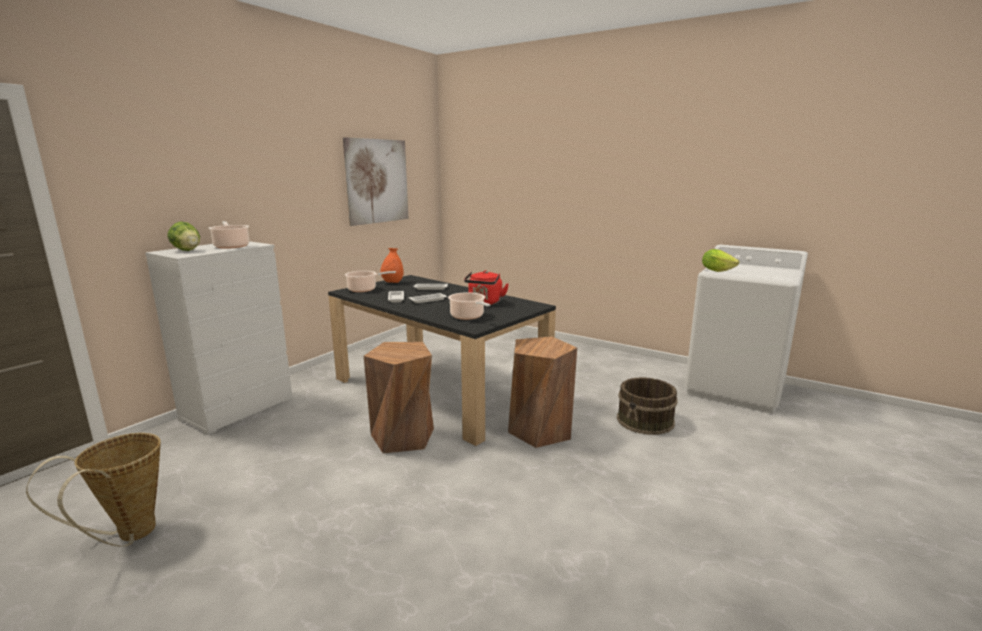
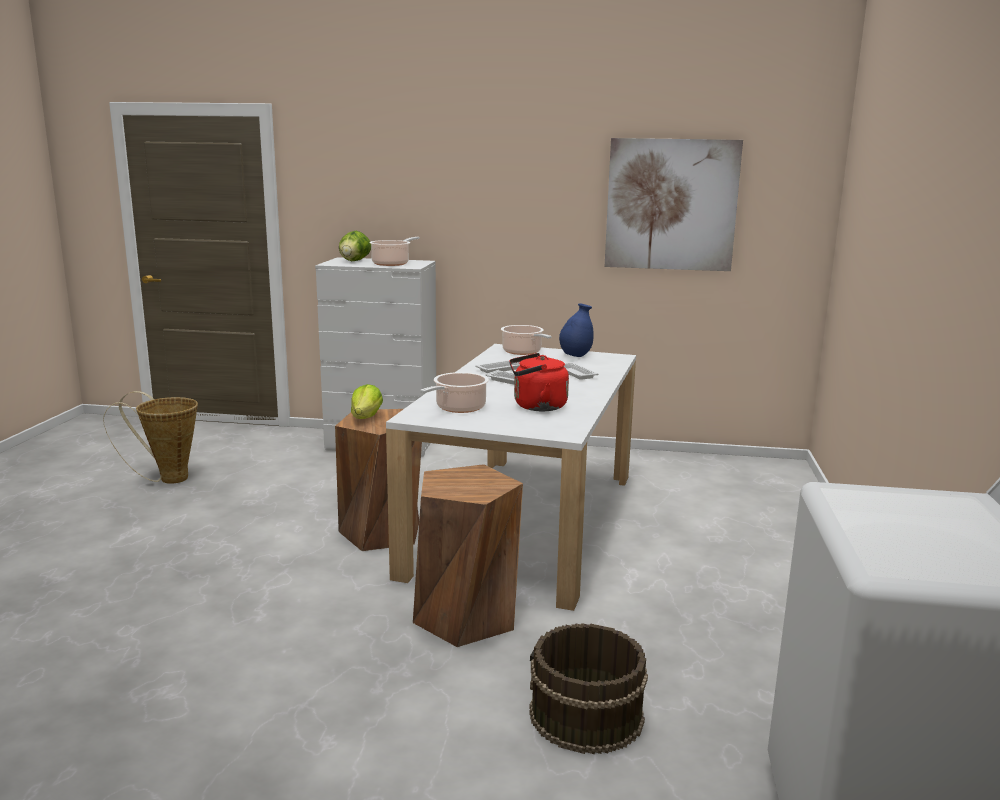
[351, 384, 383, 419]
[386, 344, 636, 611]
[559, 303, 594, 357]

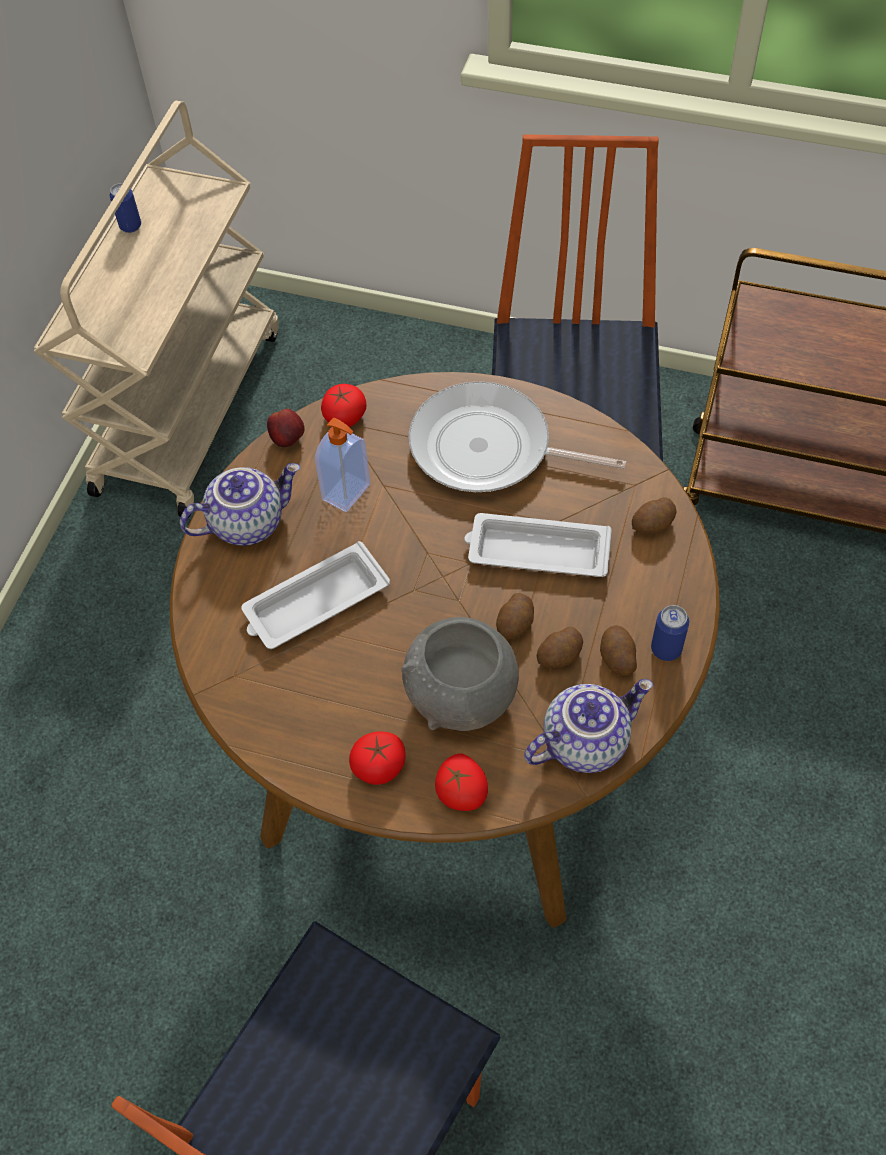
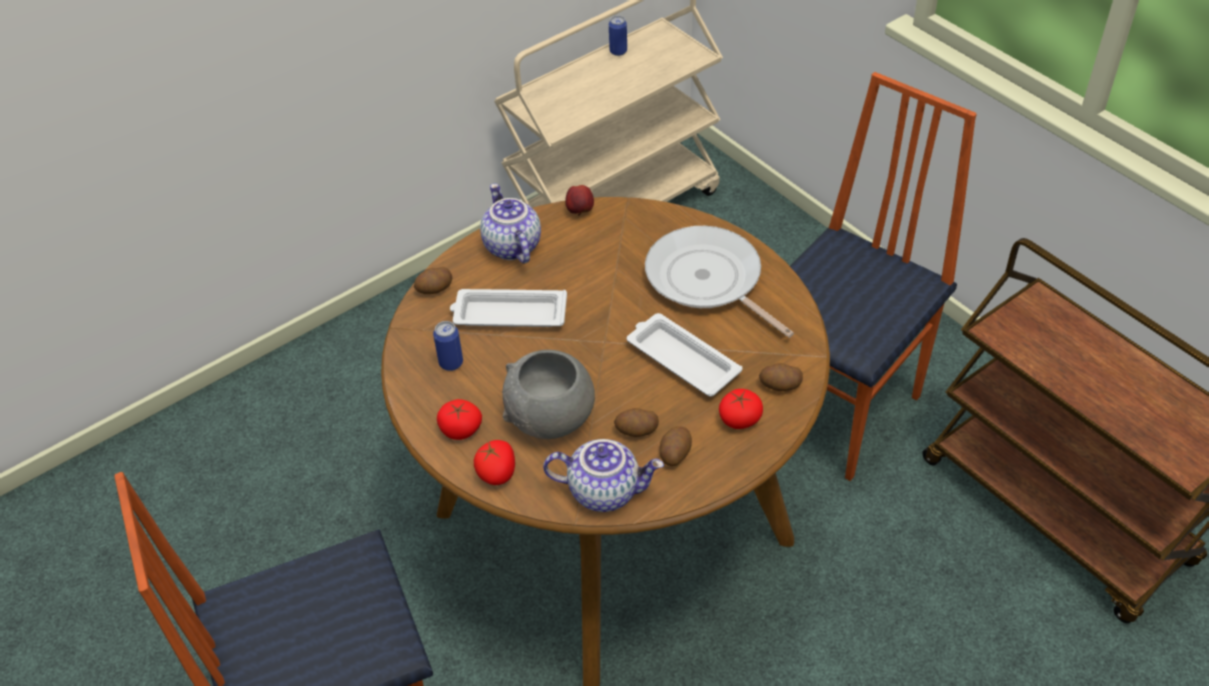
[315, 417, 370, 512] (first image)
[719, 389, 763, 429]
[414, 267, 452, 294]
[433, 321, 463, 371]
[480, 183, 541, 264]

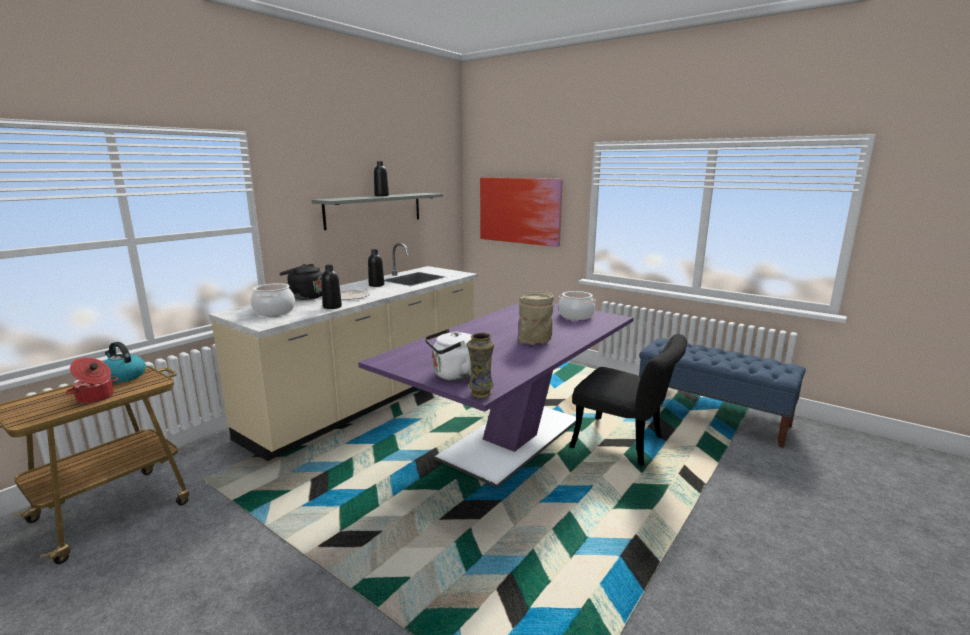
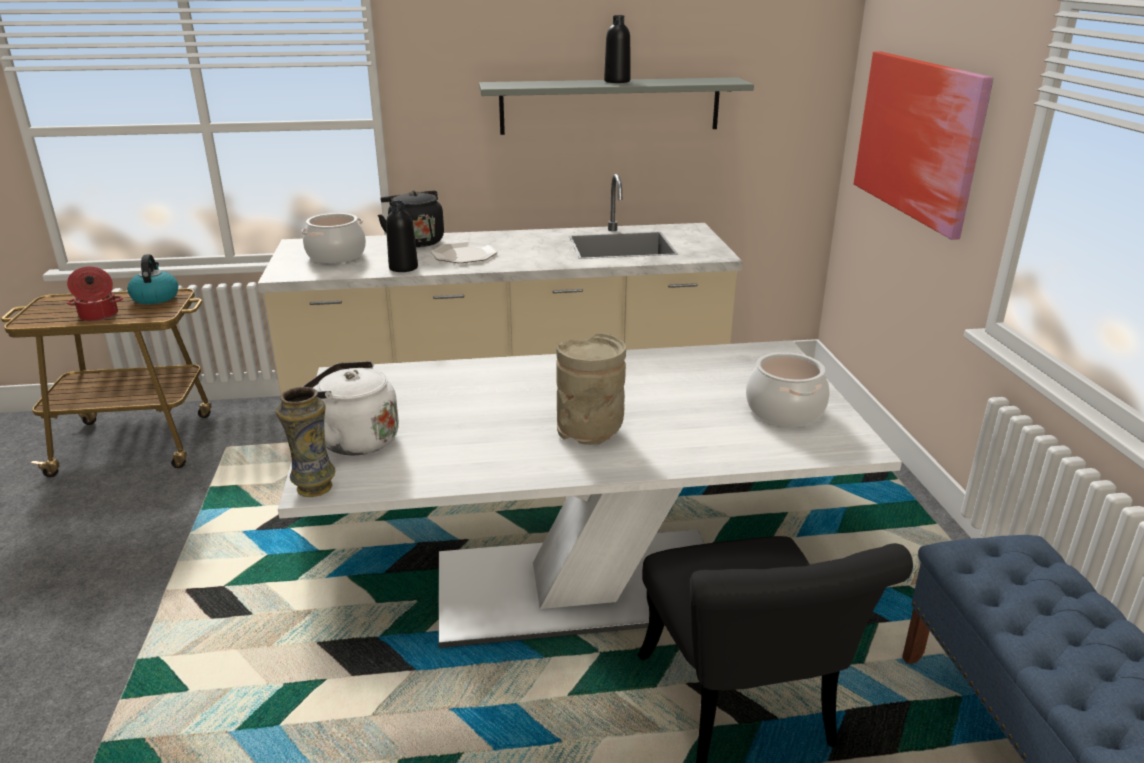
[368, 249, 384, 287] (first image)
[278, 340, 902, 648]

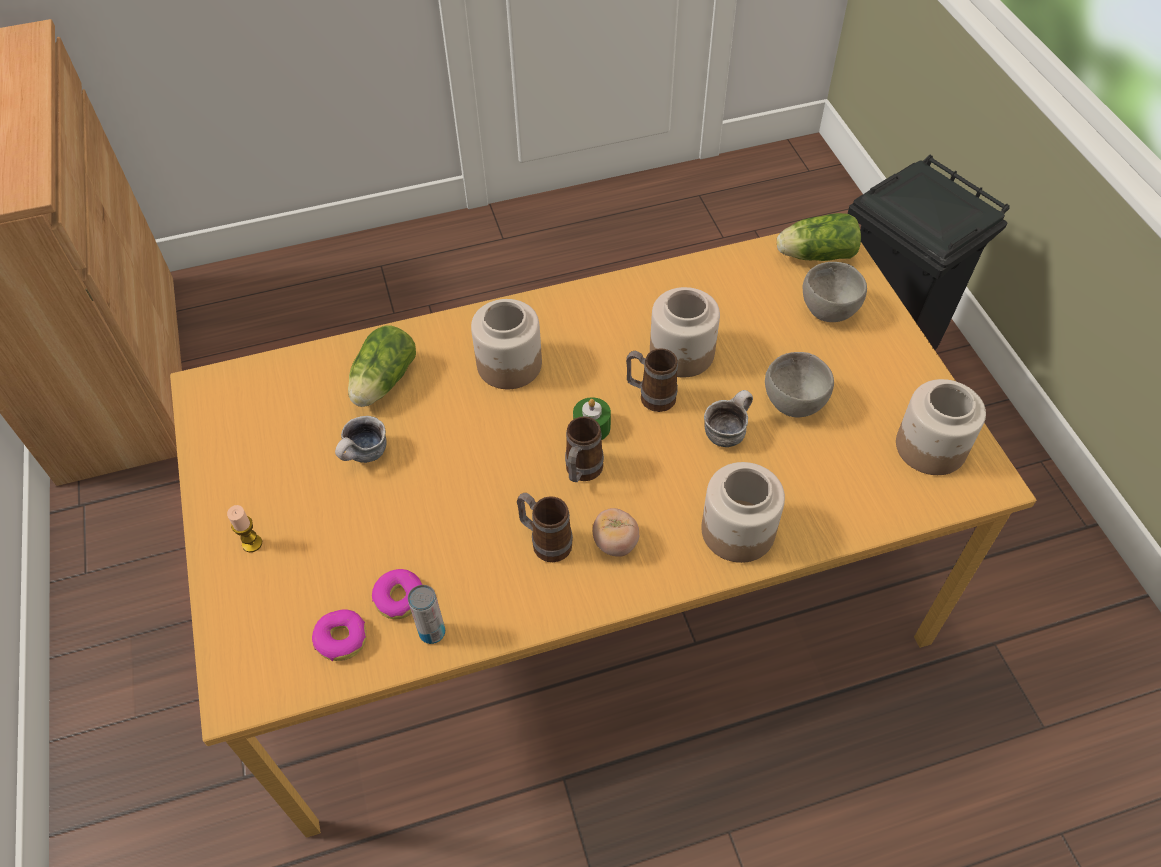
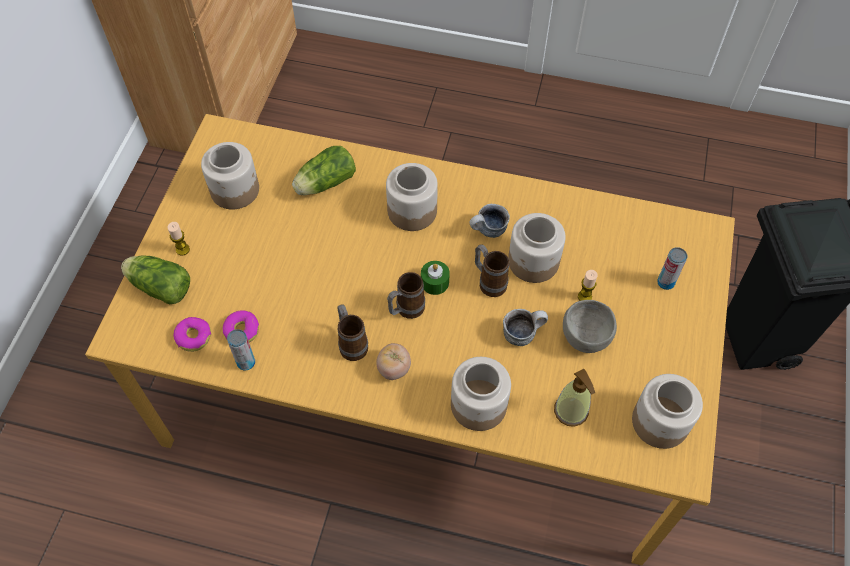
[201, 142, 259, 210]
[554, 369, 595, 427]
[578, 270, 598, 301]
[470, 204, 510, 238]
[121, 255, 190, 304]
[657, 247, 687, 290]

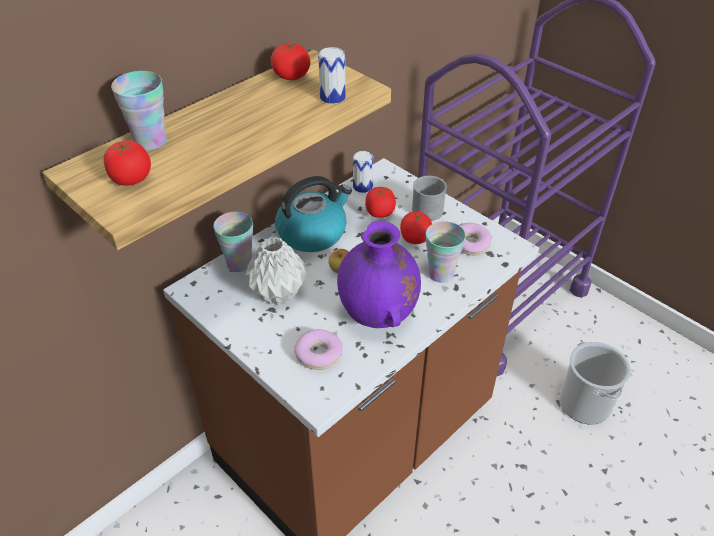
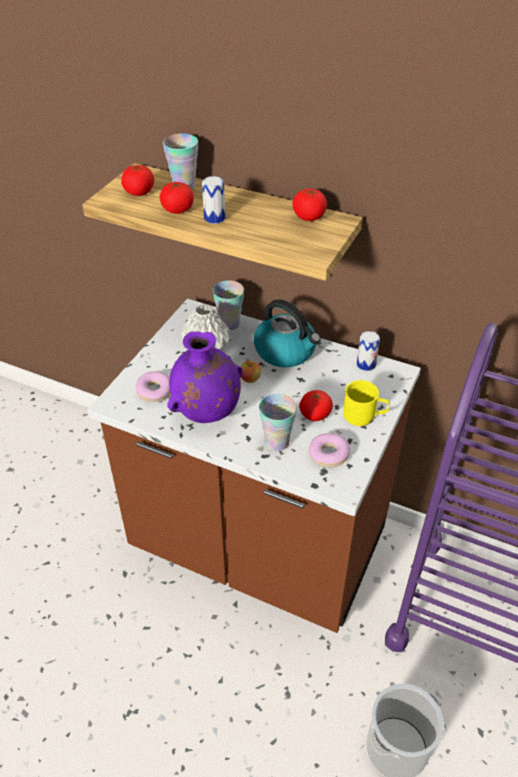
[202, 176, 225, 224]
[160, 182, 194, 214]
[343, 380, 390, 426]

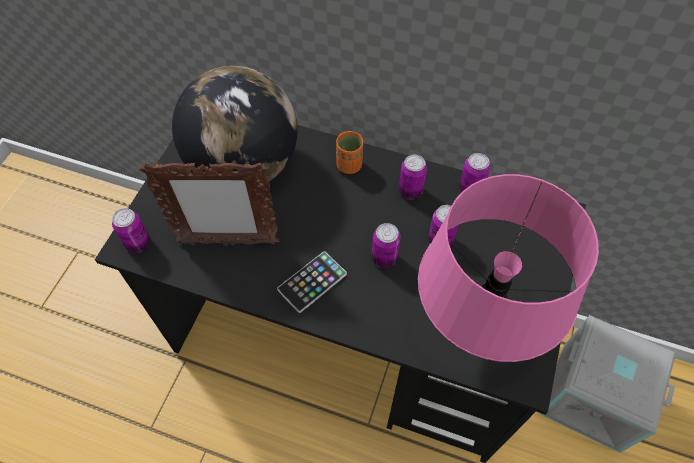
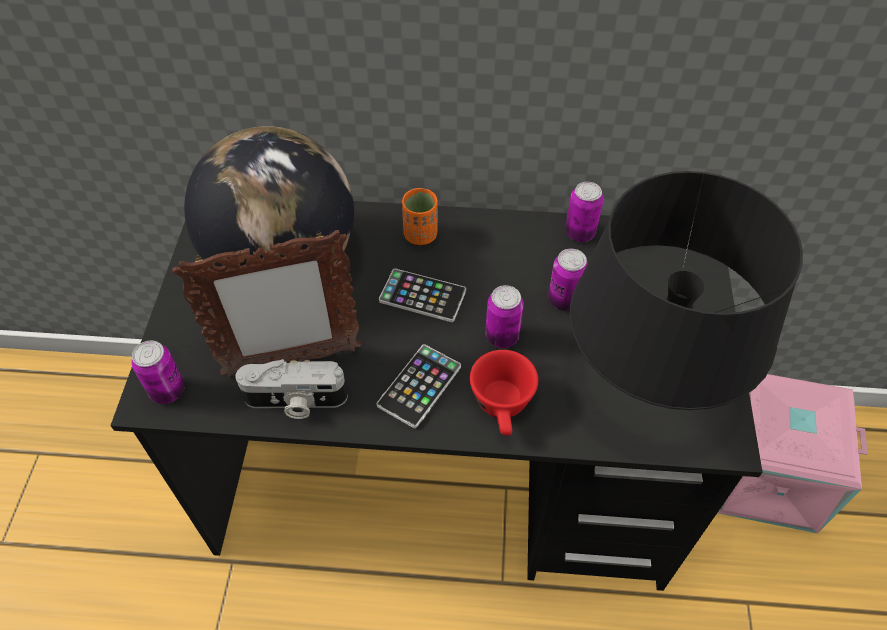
[399, 155, 427, 199] (first image)
[235, 359, 348, 419]
[379, 269, 466, 322]
[470, 350, 538, 436]
[570, 171, 803, 410]
[718, 374, 868, 533]

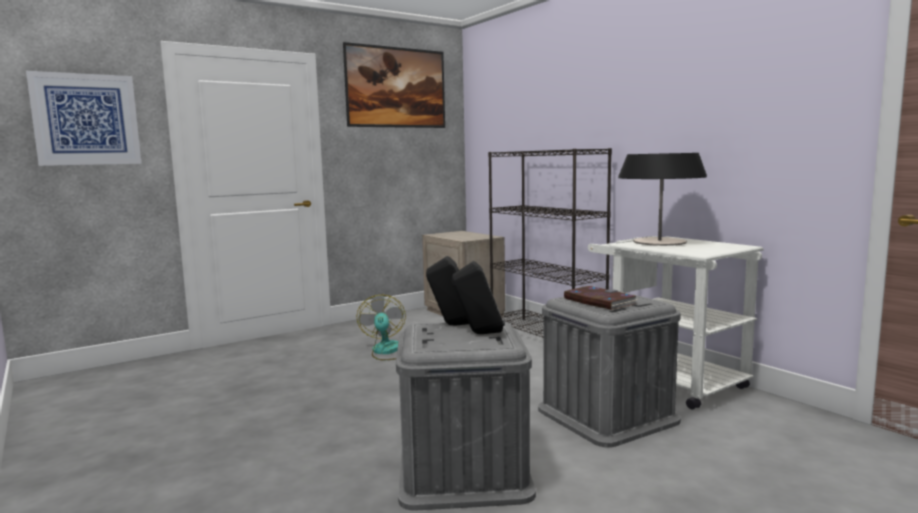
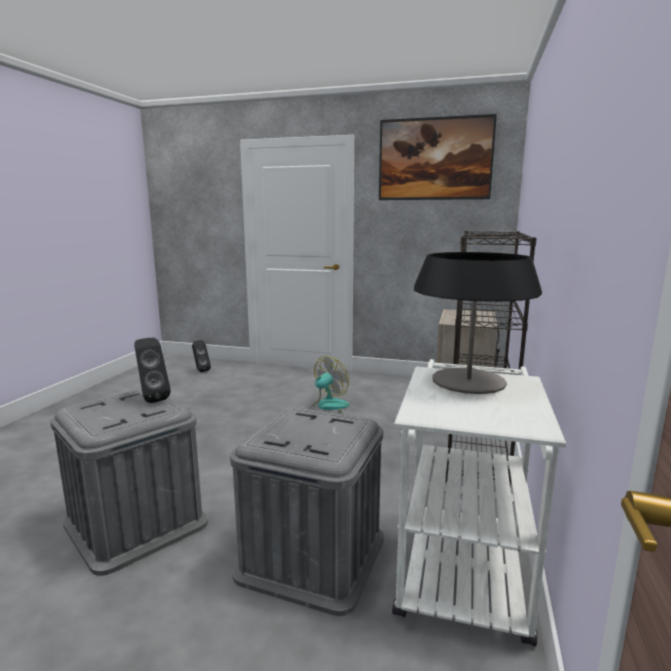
[26, 71, 141, 166] (first image)
[564, 286, 638, 310] (first image)
[192, 340, 211, 372]

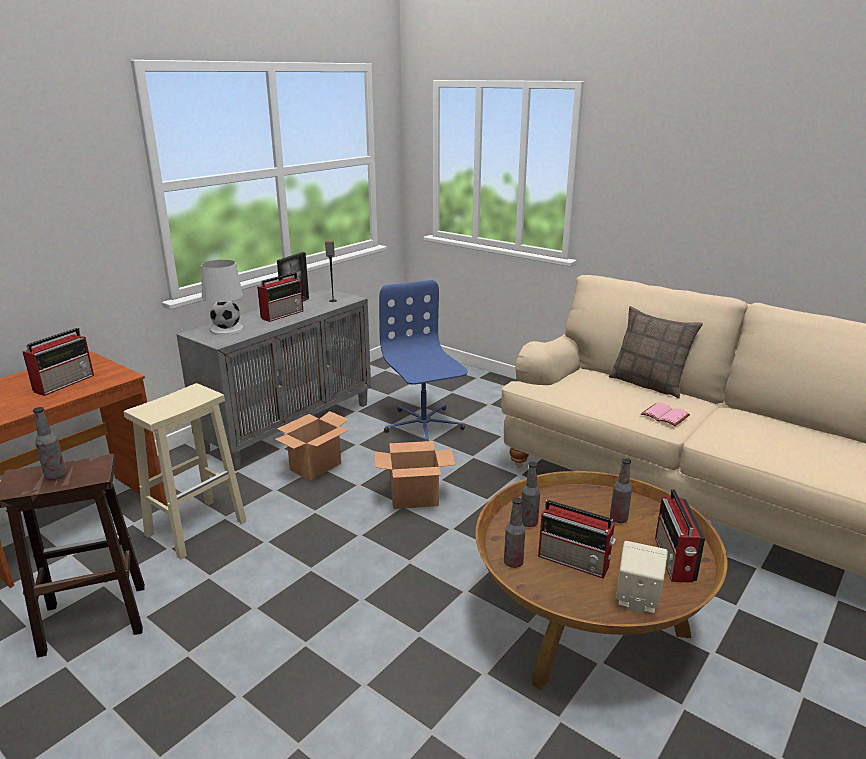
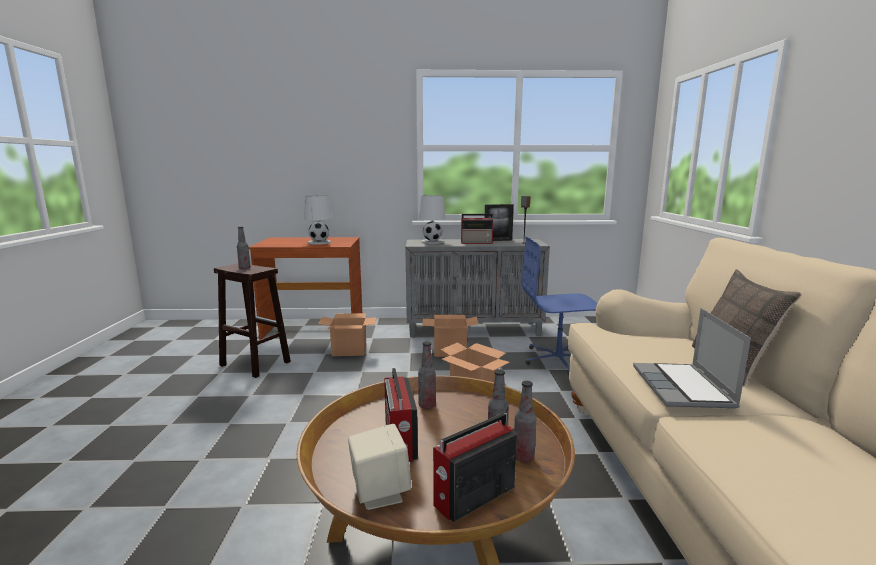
[514, 381, 536, 463]
[304, 195, 332, 245]
[318, 313, 377, 356]
[633, 308, 751, 408]
[522, 236, 597, 375]

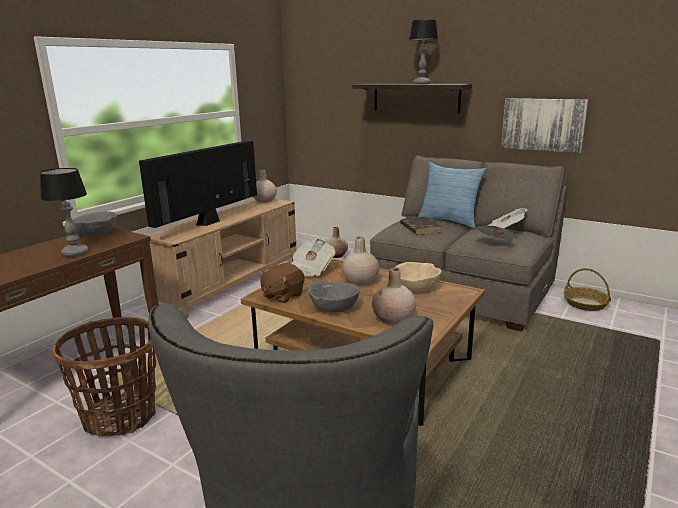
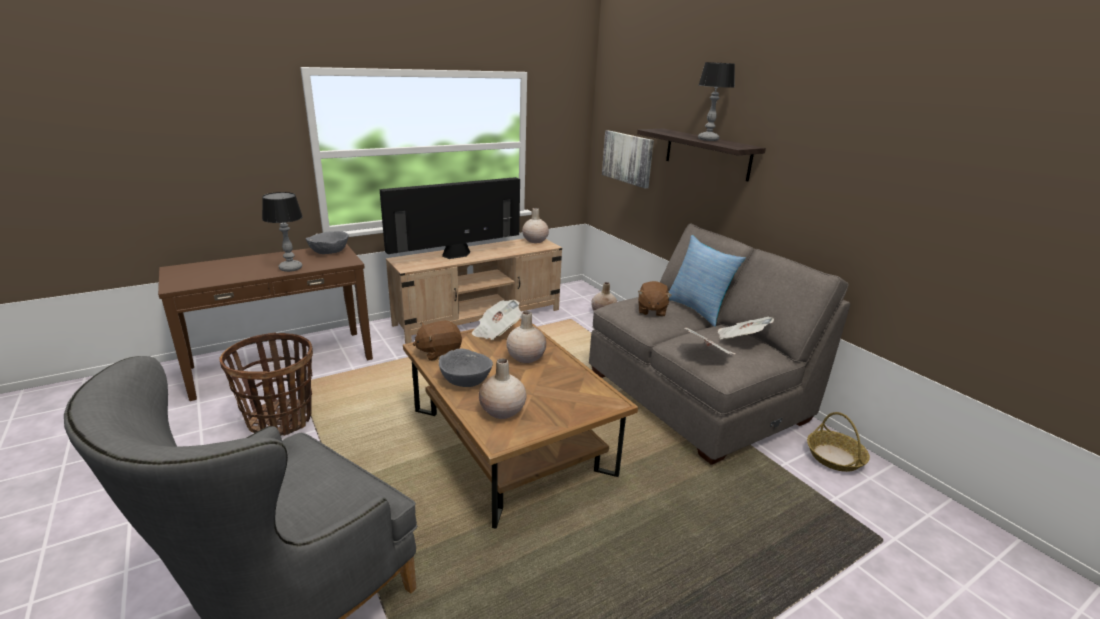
[394, 262, 441, 292] (first image)
[602, 130, 654, 189]
[638, 281, 672, 317]

